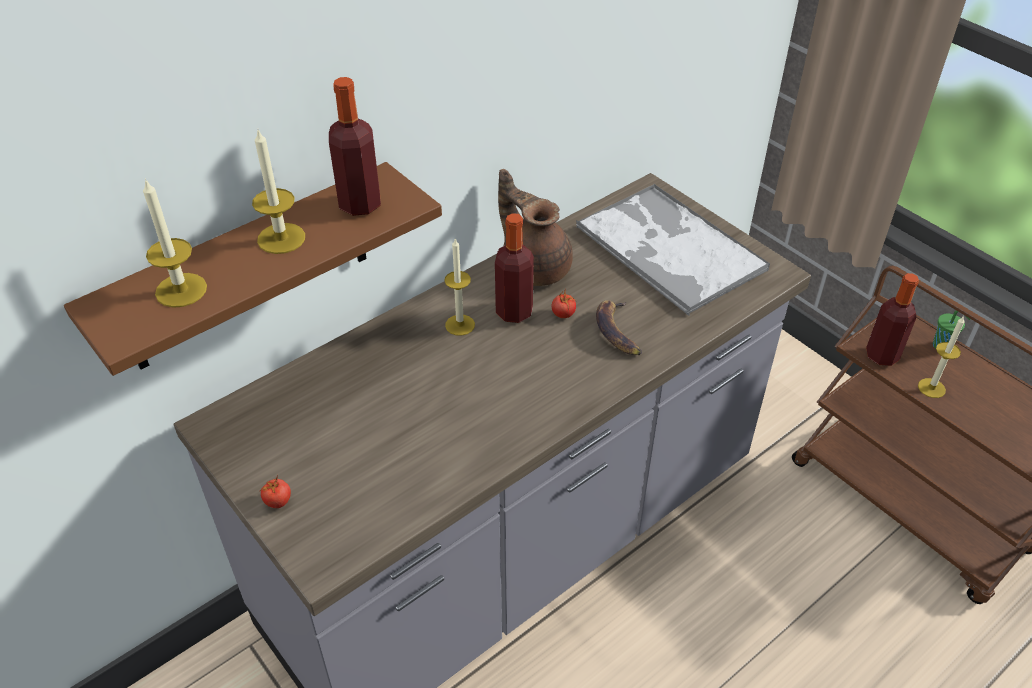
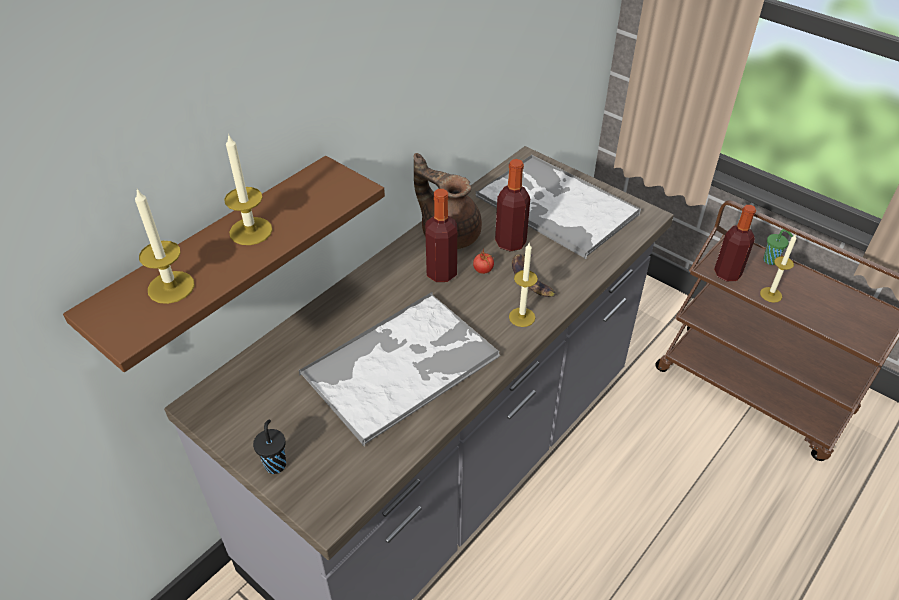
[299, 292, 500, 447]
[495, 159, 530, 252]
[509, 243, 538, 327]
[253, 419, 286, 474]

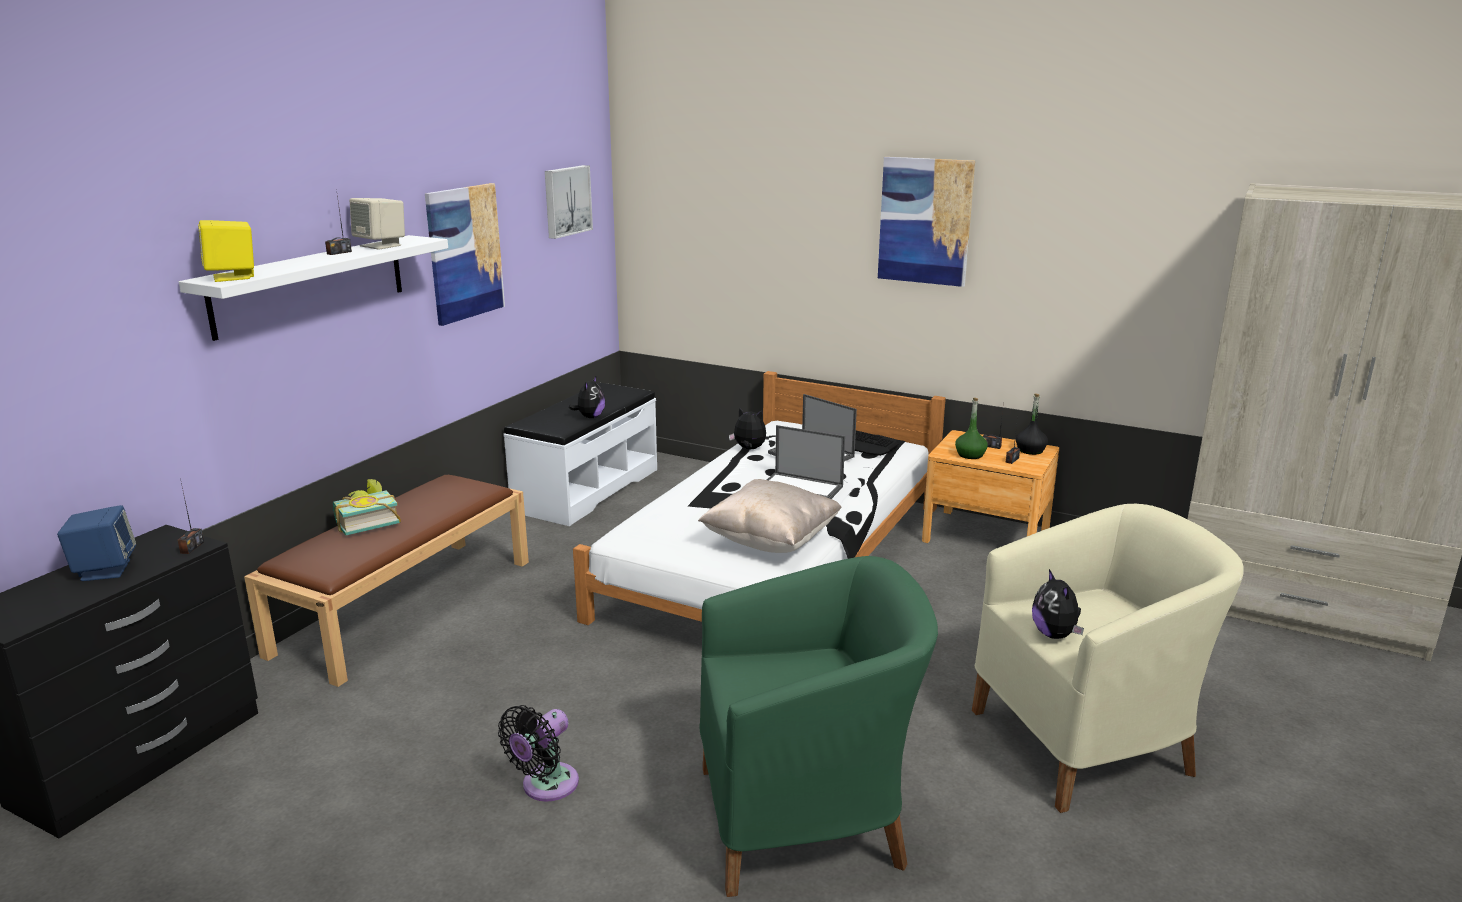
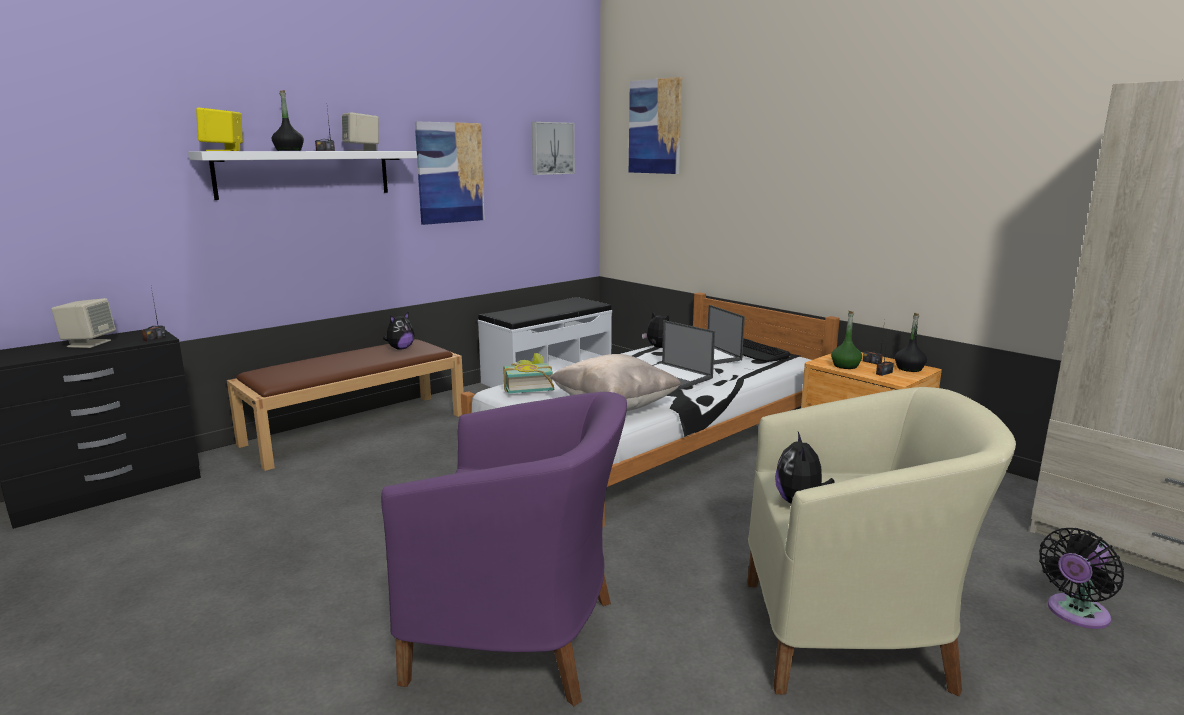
[272, 90, 304, 151]
[504, 353, 554, 393]
[1039, 528, 1124, 629]
[383, 313, 414, 350]
[629, 77, 682, 174]
[51, 298, 116, 348]
[381, 392, 627, 706]

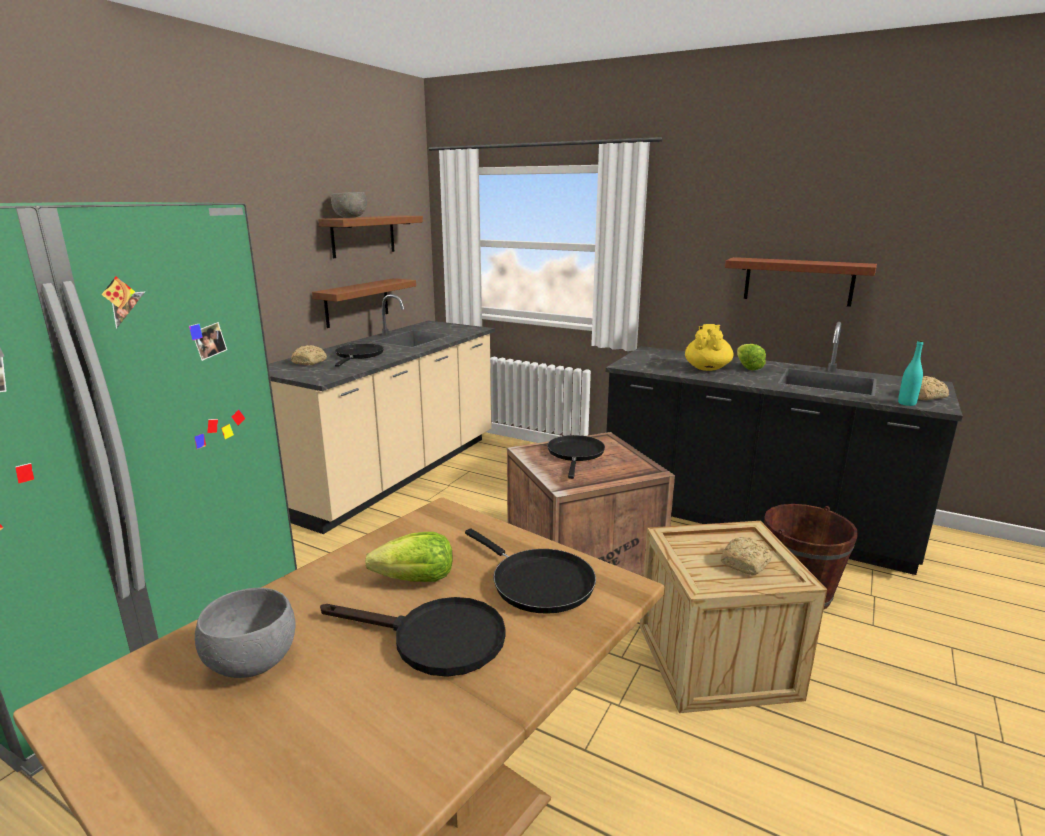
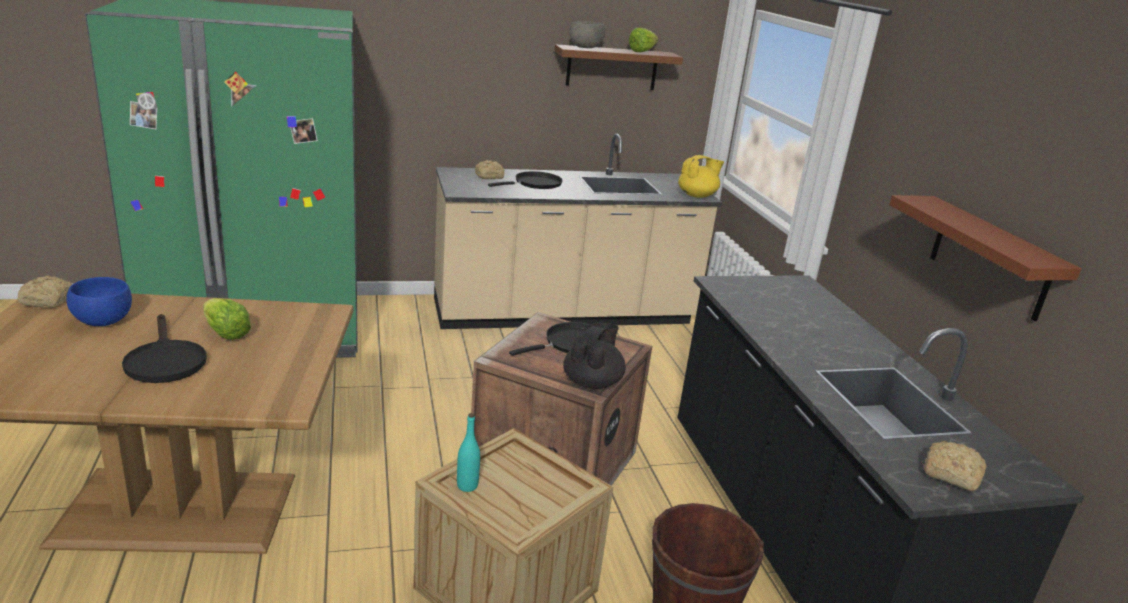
[312, 278, 416, 328] (first image)
[465, 528, 596, 614] (first image)
[563, 323, 626, 389]
[678, 155, 724, 198]
[17, 276, 72, 308]
[629, 28, 658, 52]
[457, 413, 480, 492]
[67, 277, 132, 326]

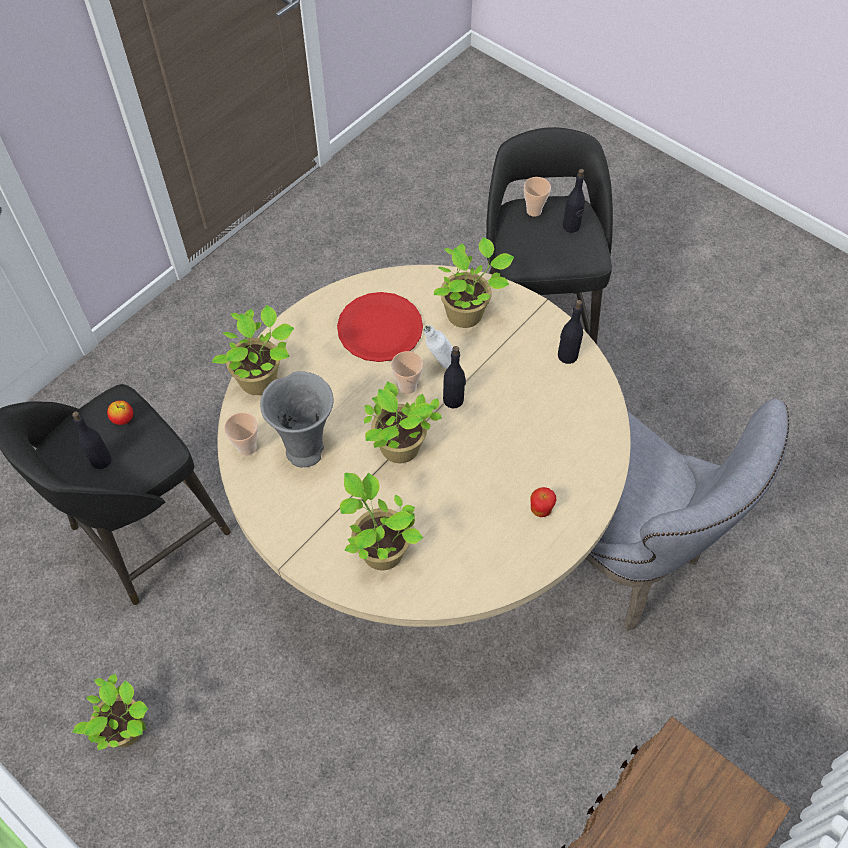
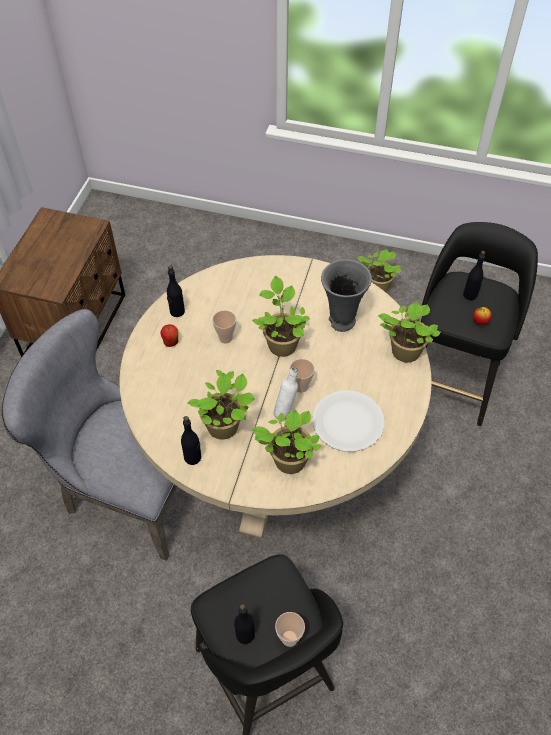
[212, 310, 236, 344]
[187, 370, 255, 440]
[167, 265, 185, 317]
[312, 390, 384, 452]

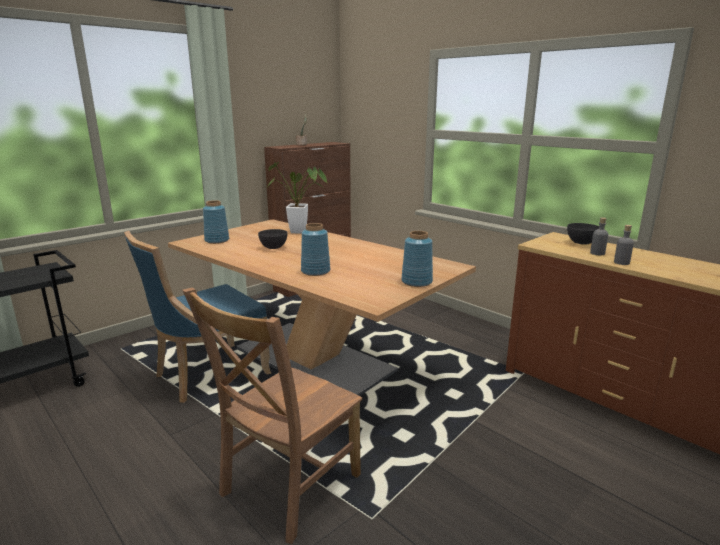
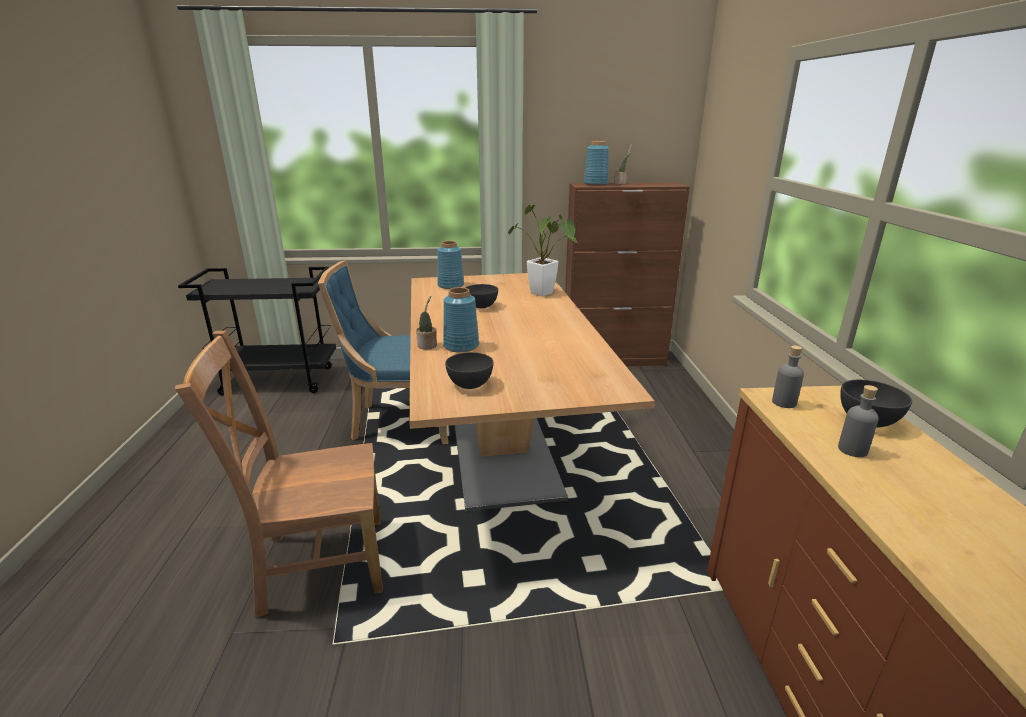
[416, 296, 437, 349]
[445, 352, 493, 389]
[584, 141, 609, 186]
[772, 345, 804, 408]

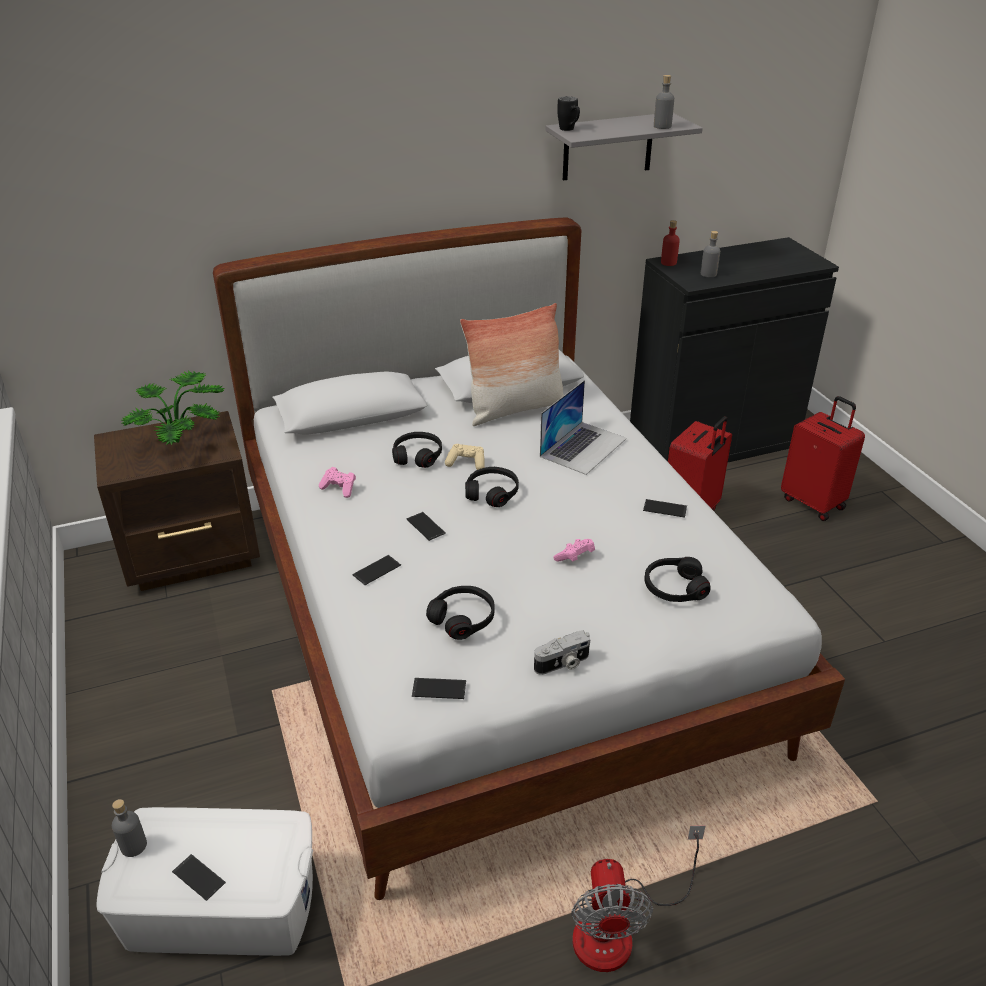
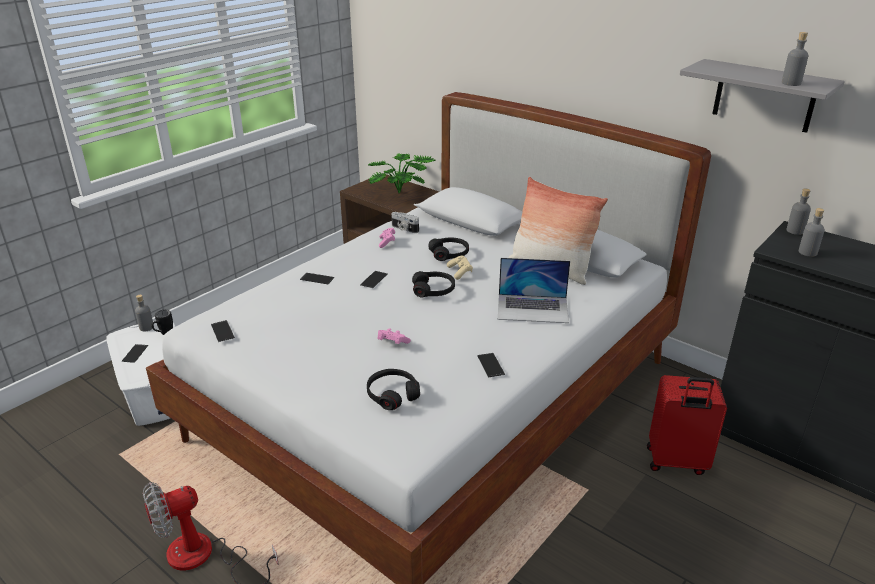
[426, 586, 495, 640] (first image)
[781, 396, 865, 521] (first image)
[391, 212, 419, 233]
[151, 310, 173, 335]
[786, 188, 811, 235]

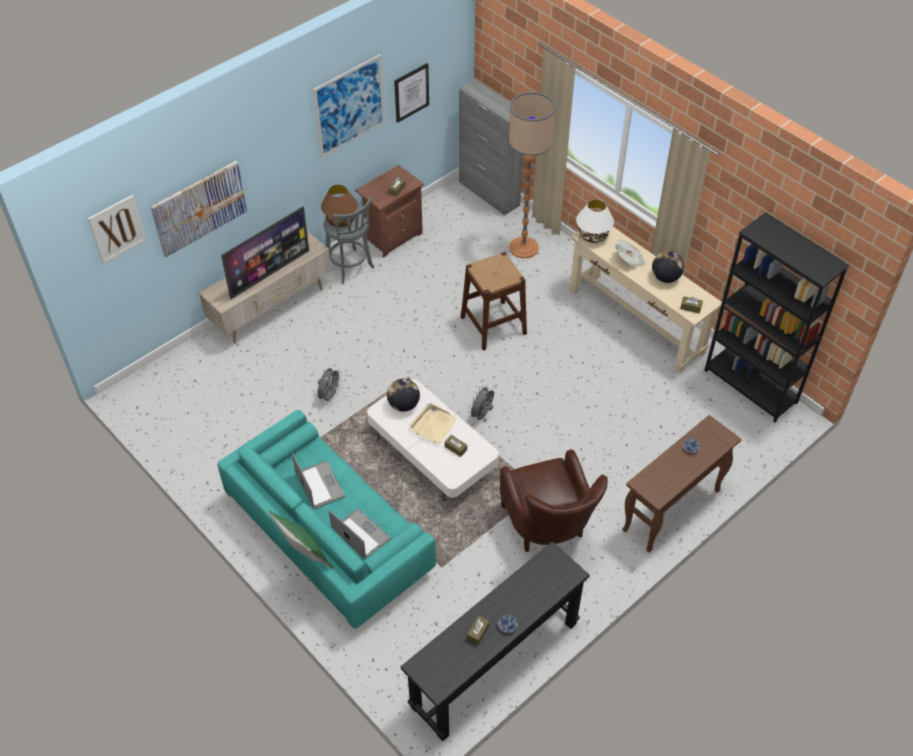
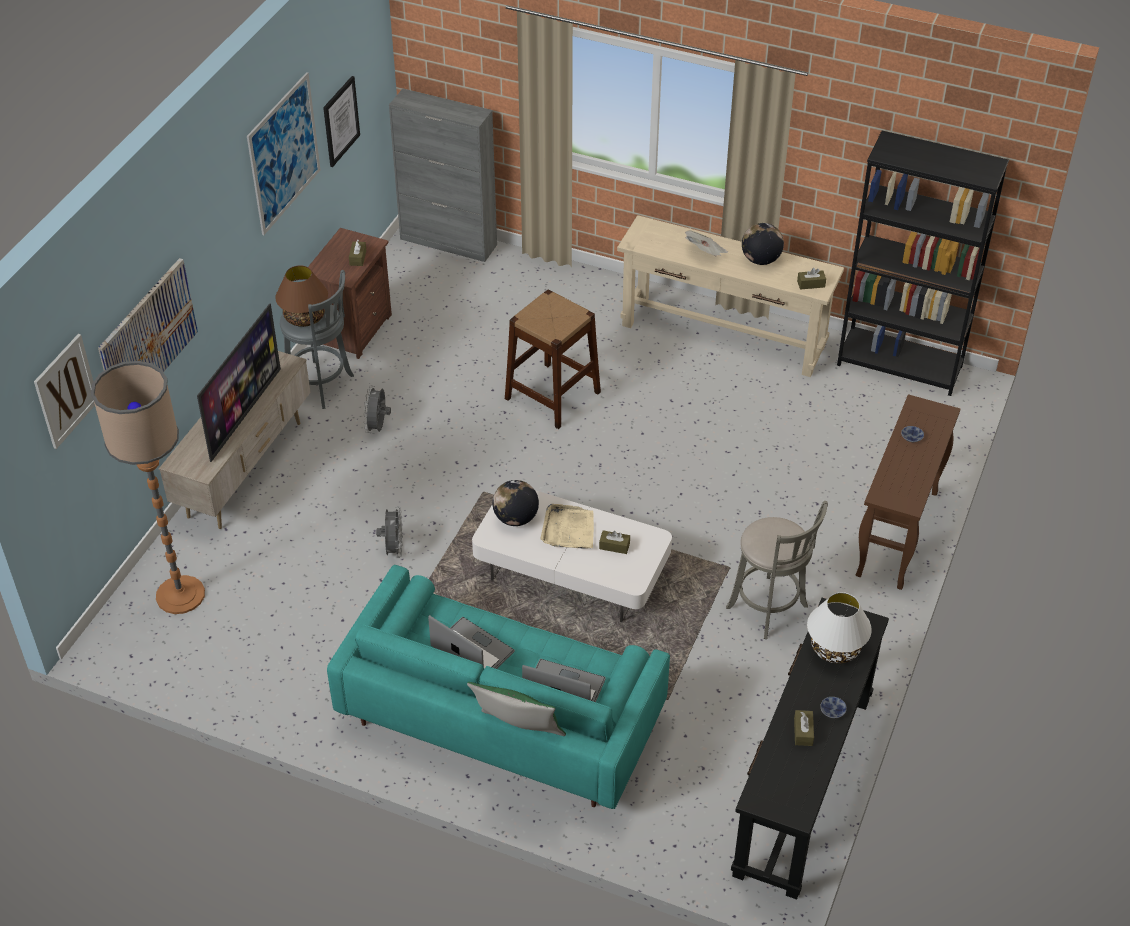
[363, 385, 391, 433]
[91, 361, 205, 614]
[807, 592, 872, 664]
[726, 501, 828, 639]

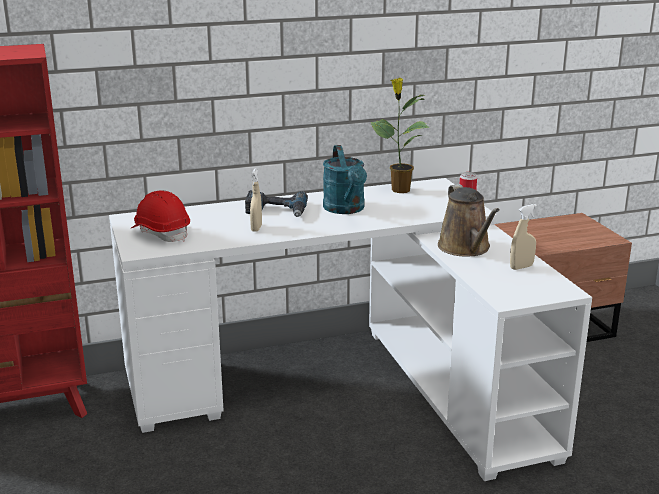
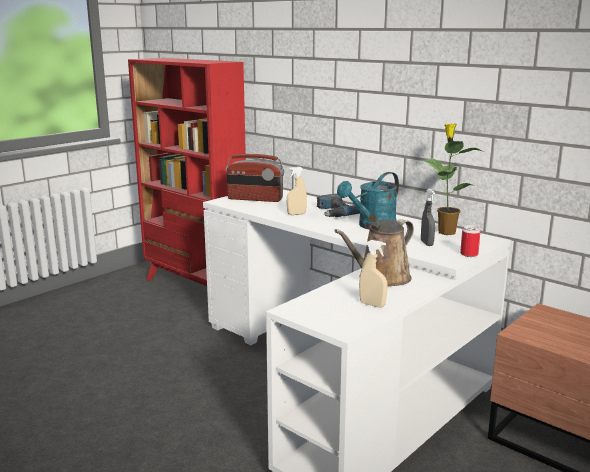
[421, 189, 435, 246]
[226, 154, 284, 202]

